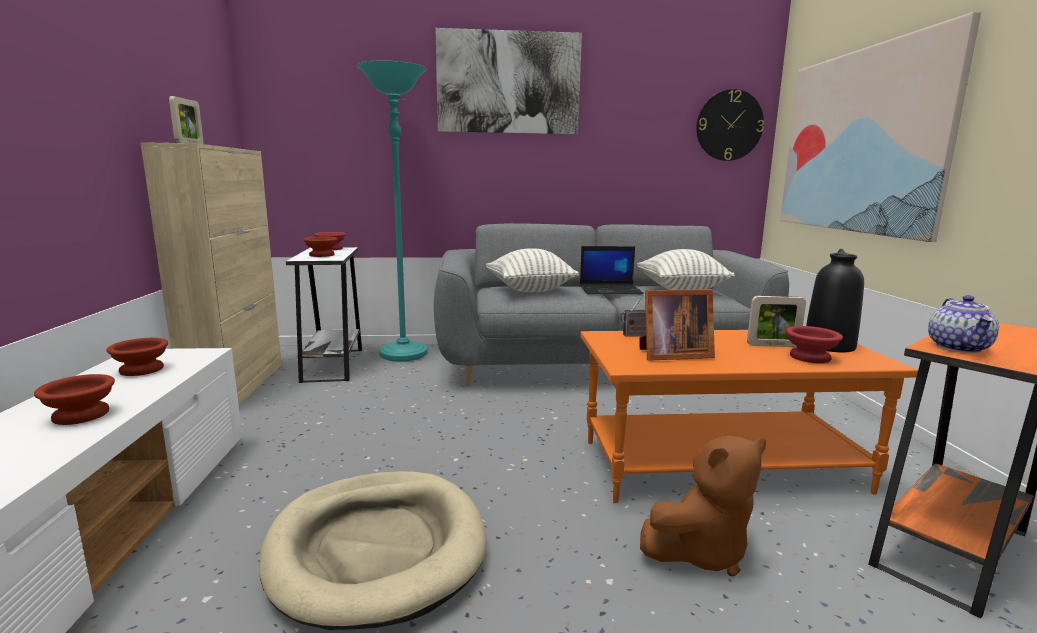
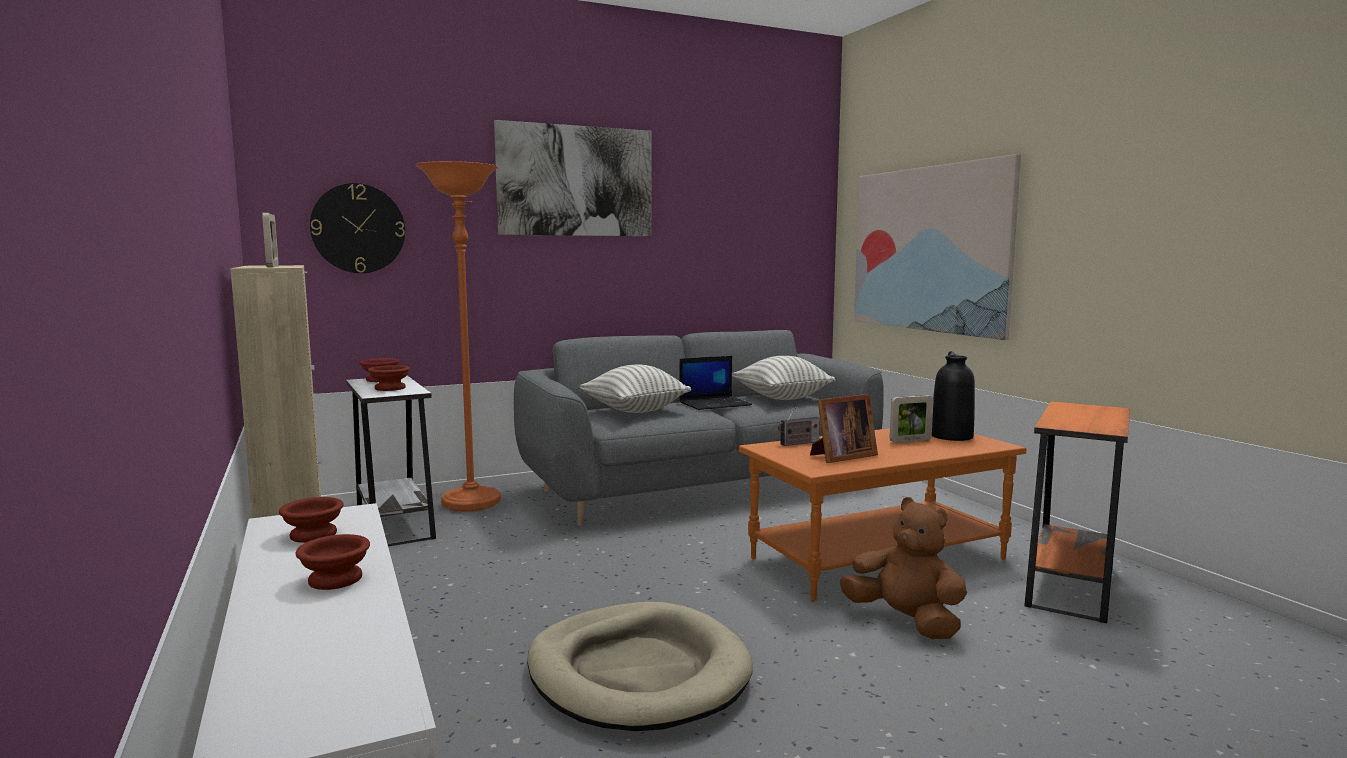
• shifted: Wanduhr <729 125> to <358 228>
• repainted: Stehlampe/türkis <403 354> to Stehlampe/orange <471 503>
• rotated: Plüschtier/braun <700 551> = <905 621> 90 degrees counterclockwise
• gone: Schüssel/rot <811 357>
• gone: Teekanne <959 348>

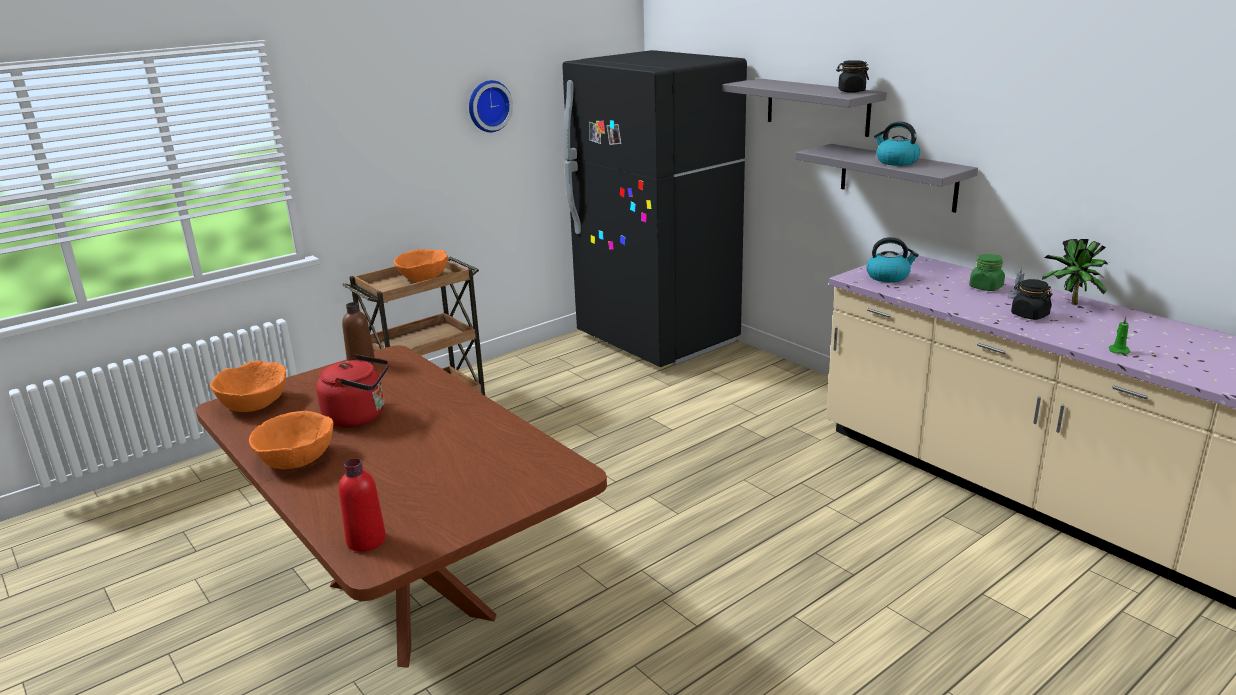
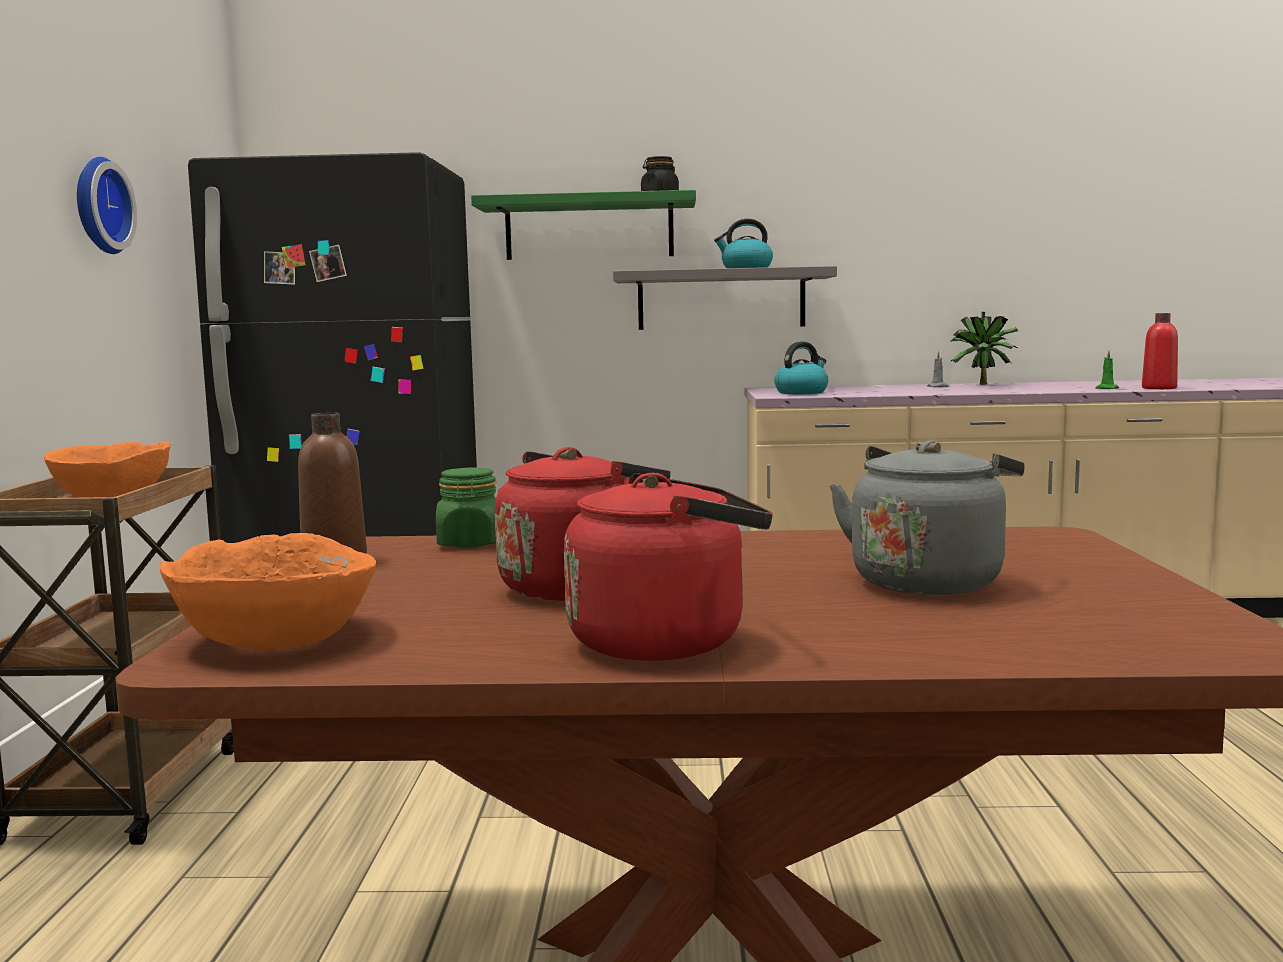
• shifted: Vorratsglas/grün <986 287> to <470 543>
• repainted: Wandregal/grau <817 106> to Wandregal/grün <589 229>
• swapped: Schüssel/orange <296 459> to Wasserkessel/rot <667 641>
• new: Wasserkessel/grau <928 581>
• shifted: Flasche/rot <366 540> to <1159 388>
• gone: Vorratsglas/schwarz <1029 315>

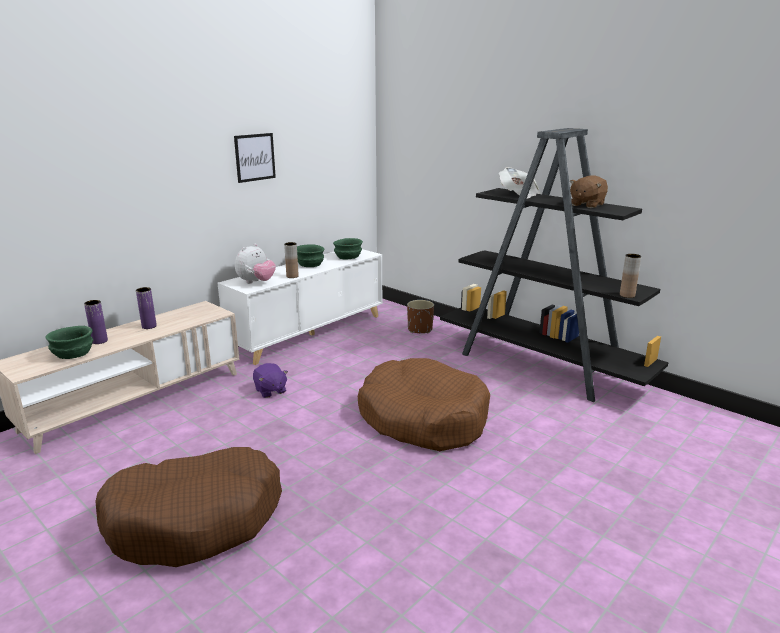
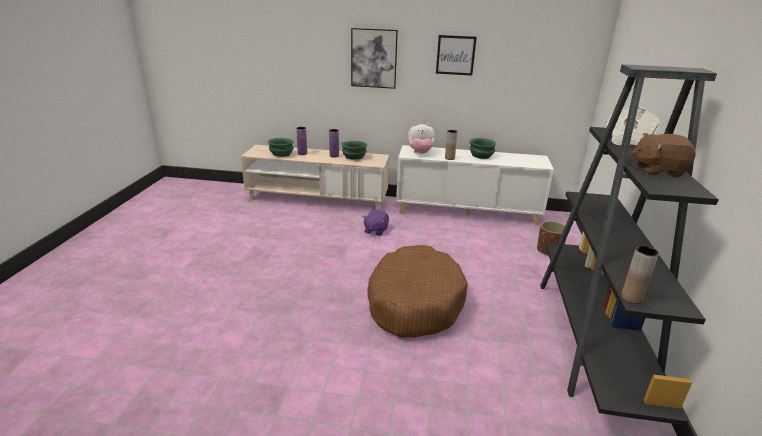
• shifted: Schüssel/grün <348 257> to <353 157>
• new: Bild <374 58>
• gone: Hundebett/braun <195 519>

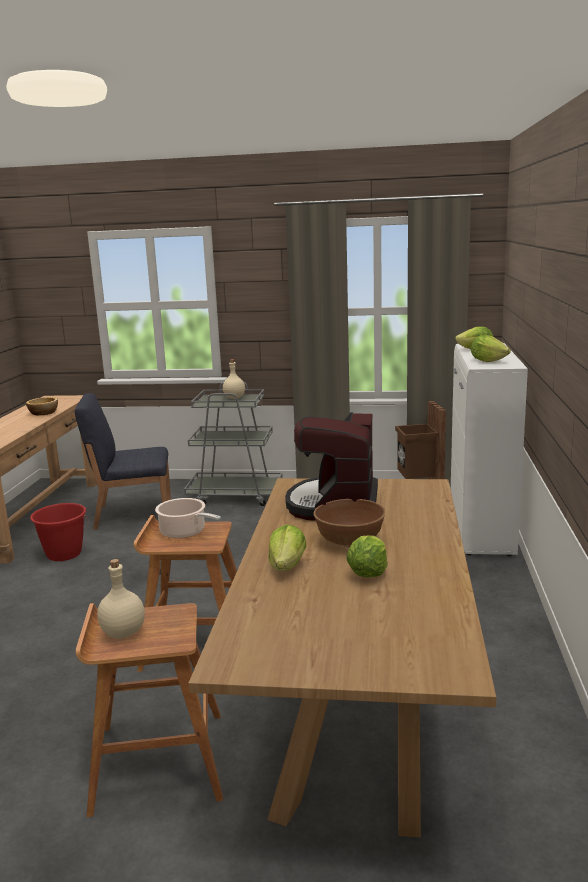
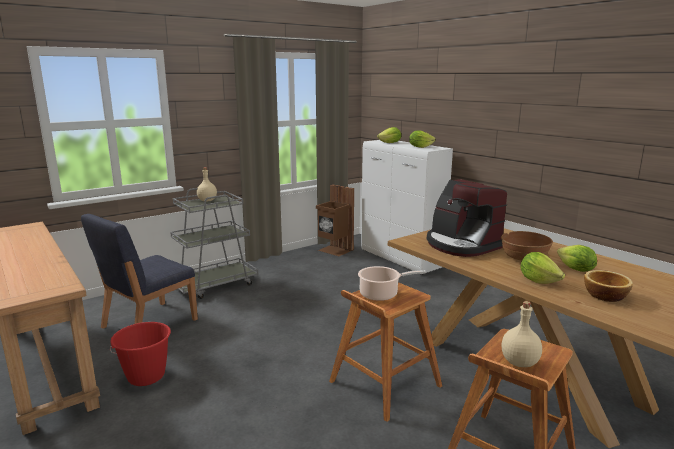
• shifted: Schüssel <44 413> to <604 295>

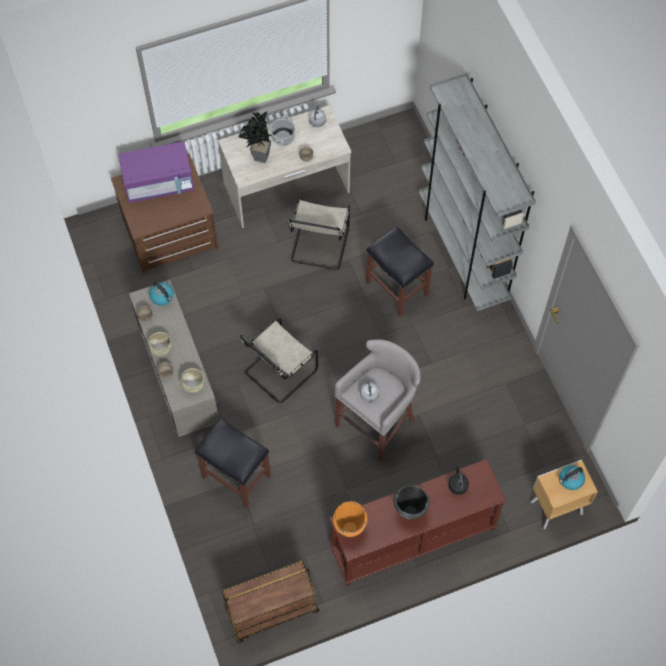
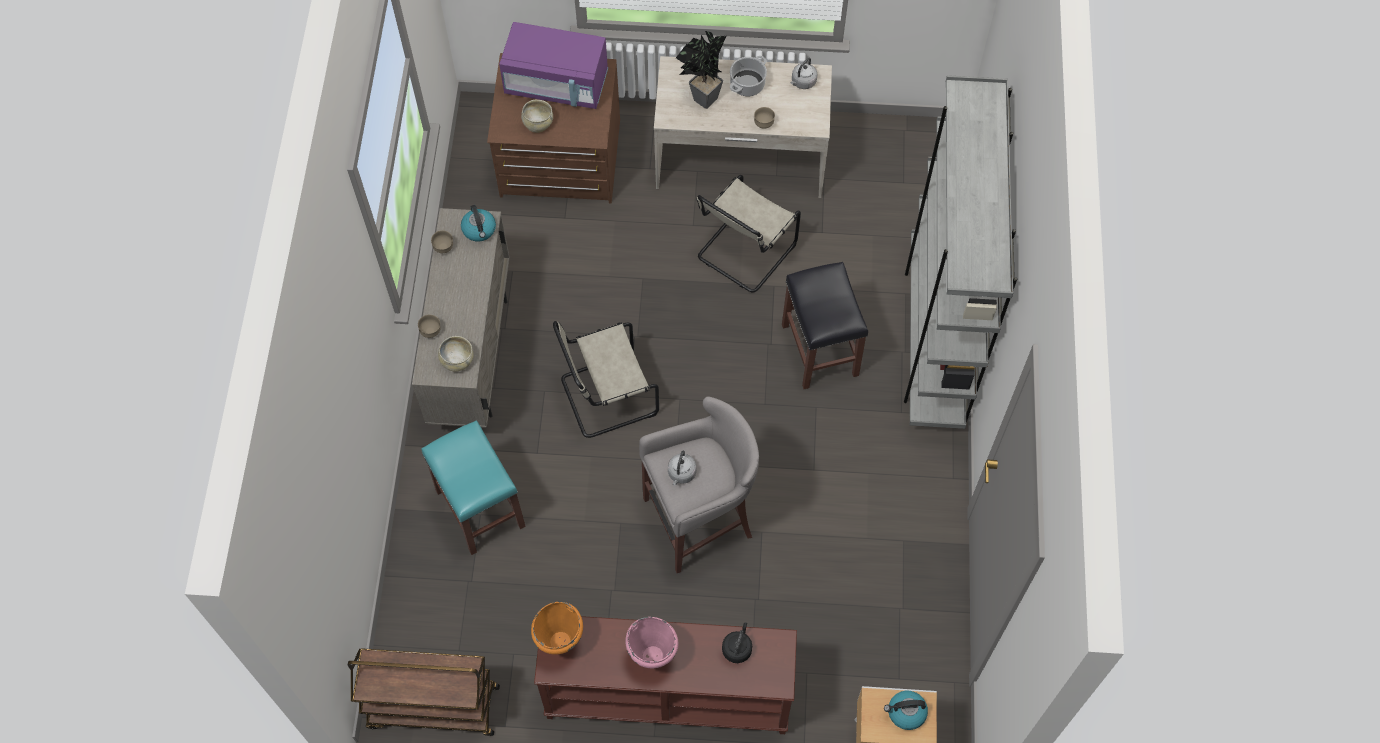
• repainted: Hocker/schwarz <235 476> to Hocker/türkis <479 508>
• shifted: Schüssel/beige <161 349> to <538 124>
• repainted: Kochtopf/schwarz <410 512> to Kochtopf/rosa <652 656>

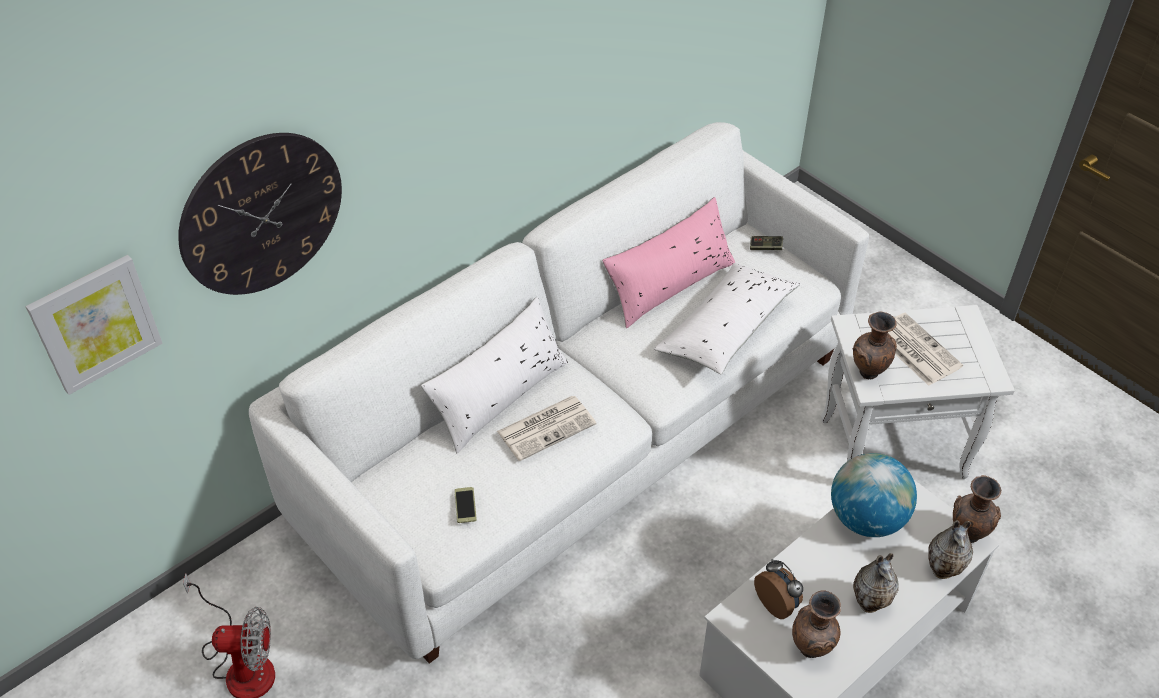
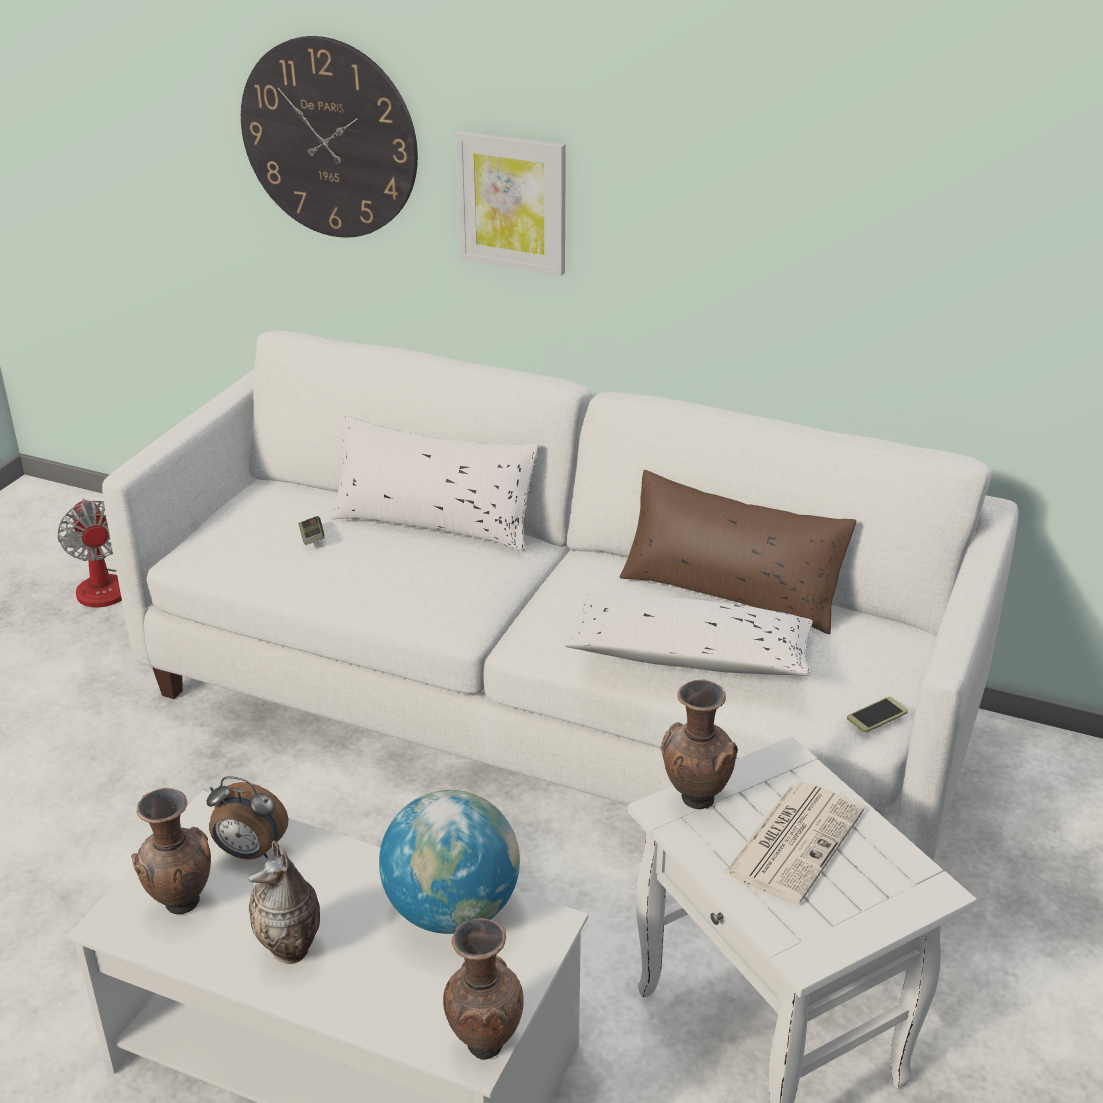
• rotated: Wecker <777 603> = <249 852> 75 degrees clockwise
• shifted: Gamepad <765 247> to <312 538>
• shifted: Bild <95 323> to <512 202>
• repainted: Kissen/rosa <669 285> to Kissen/braun <731 591>
• shifted: Handy <465 505> to <877 715>
• gone: Zeitung <547 427>
• gone: Vase <944 569>

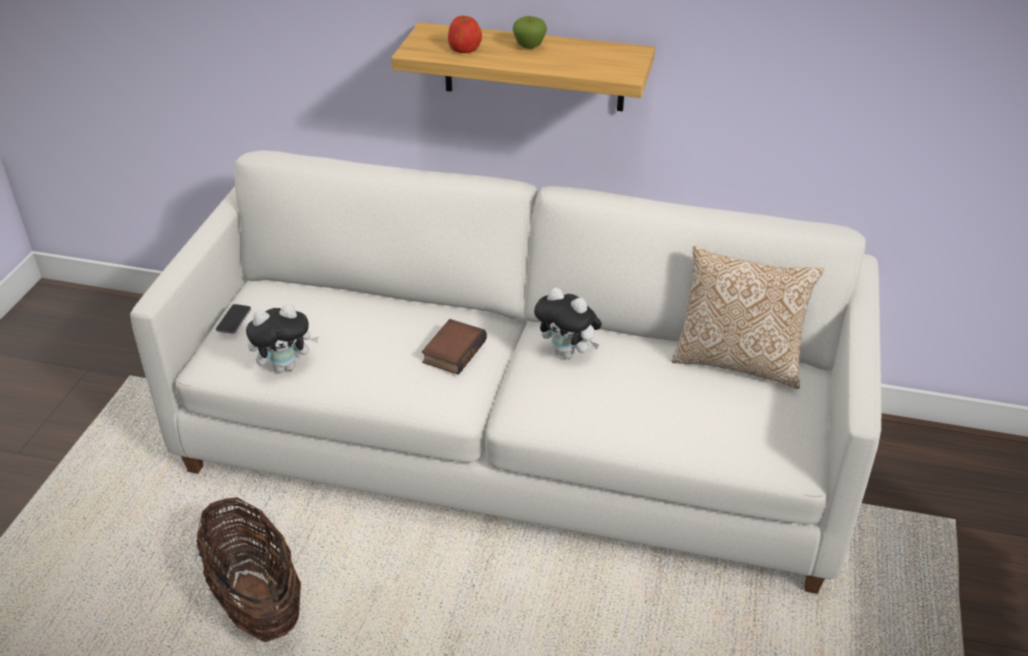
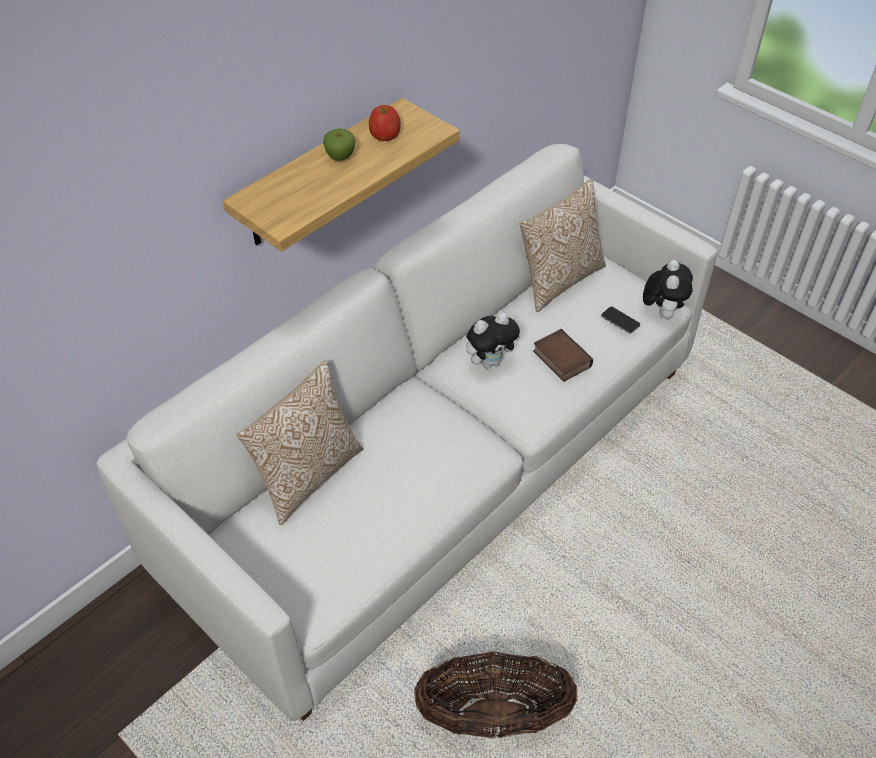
• new: Kissen <308 475>
• shifted: Apfel <464 48> to <385 134>
• shifted: Buch <453 350> to <560 359>
• shifted: Handy <234 320> to <620 321>
• shifted: Plüschtier <286 366> to <662 312>

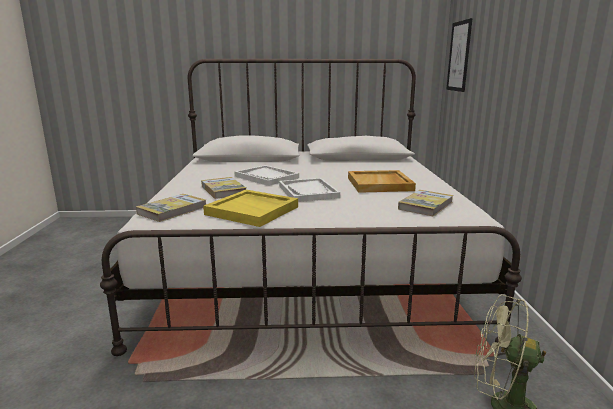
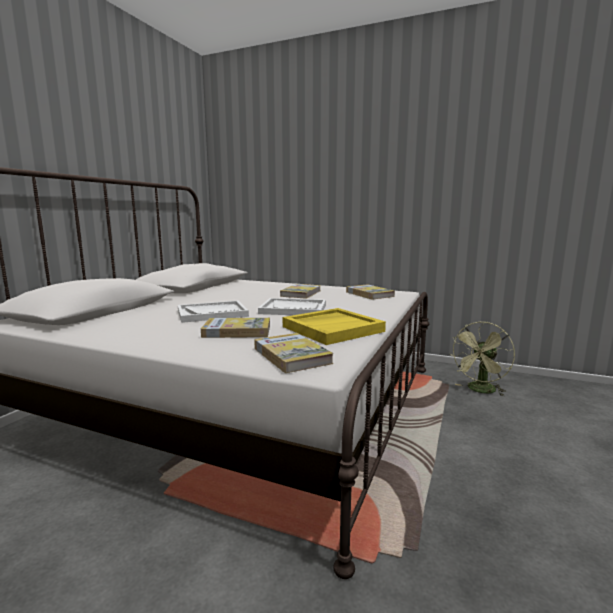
• swapped: Tablett/beige <380 184> to Buch <301 293>
• gone: Bild <459 56>

